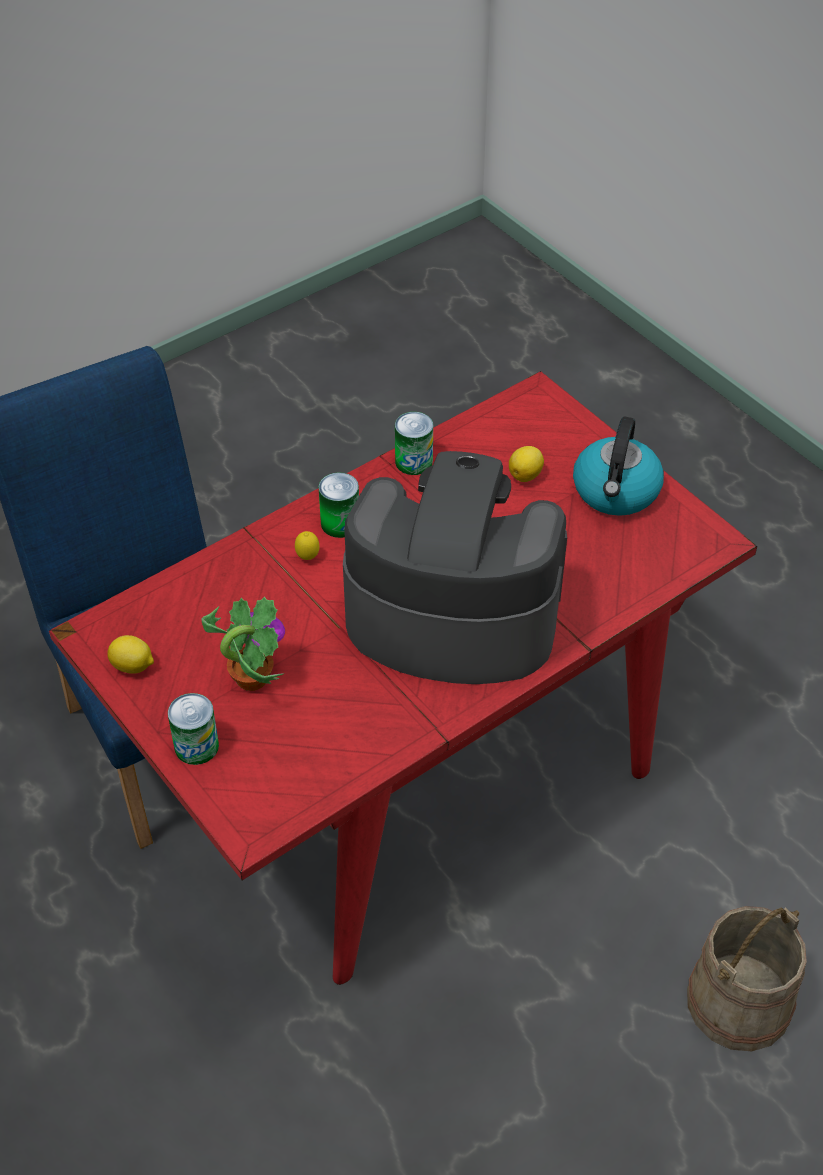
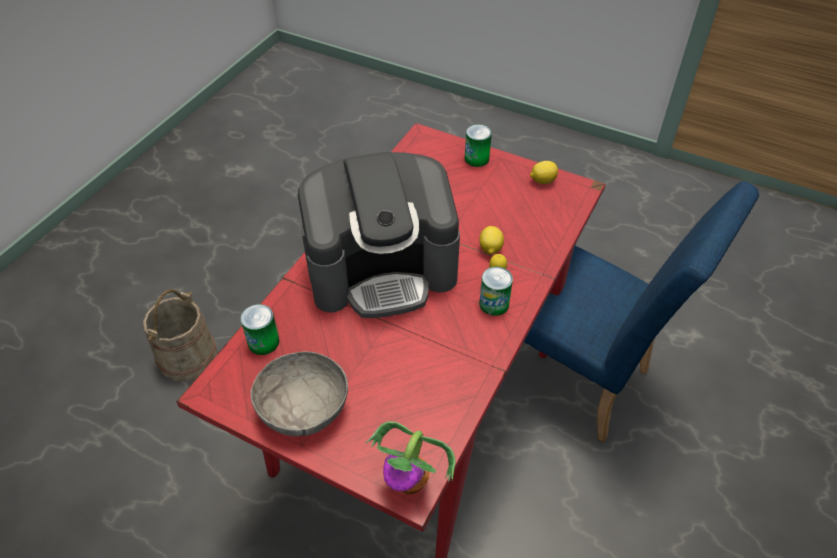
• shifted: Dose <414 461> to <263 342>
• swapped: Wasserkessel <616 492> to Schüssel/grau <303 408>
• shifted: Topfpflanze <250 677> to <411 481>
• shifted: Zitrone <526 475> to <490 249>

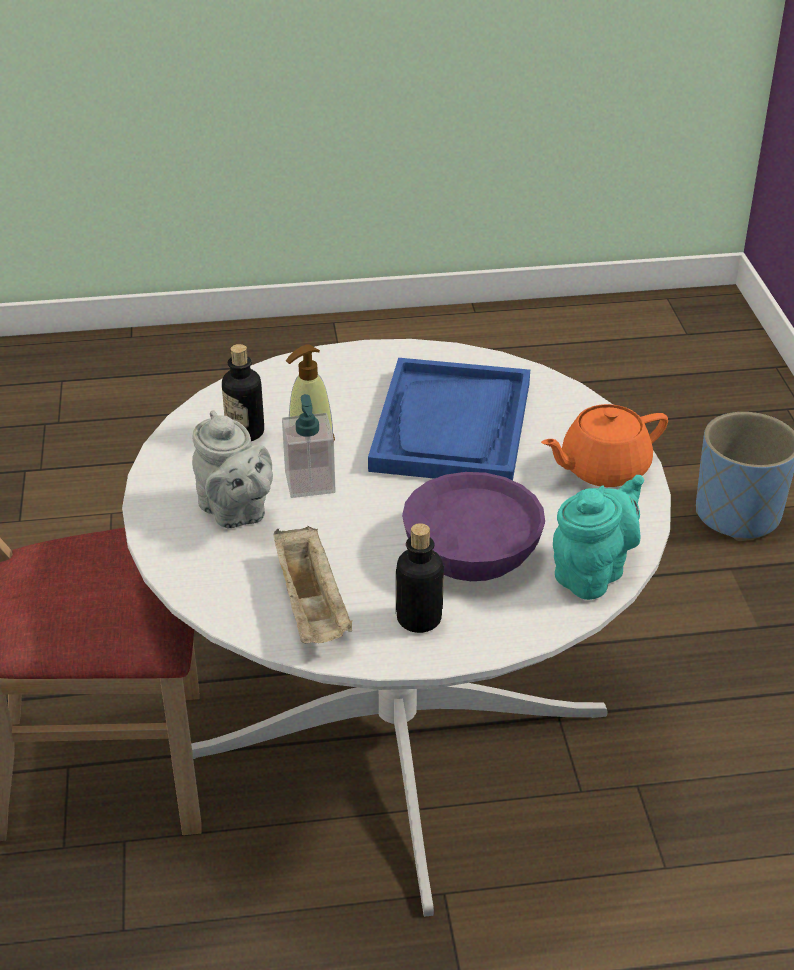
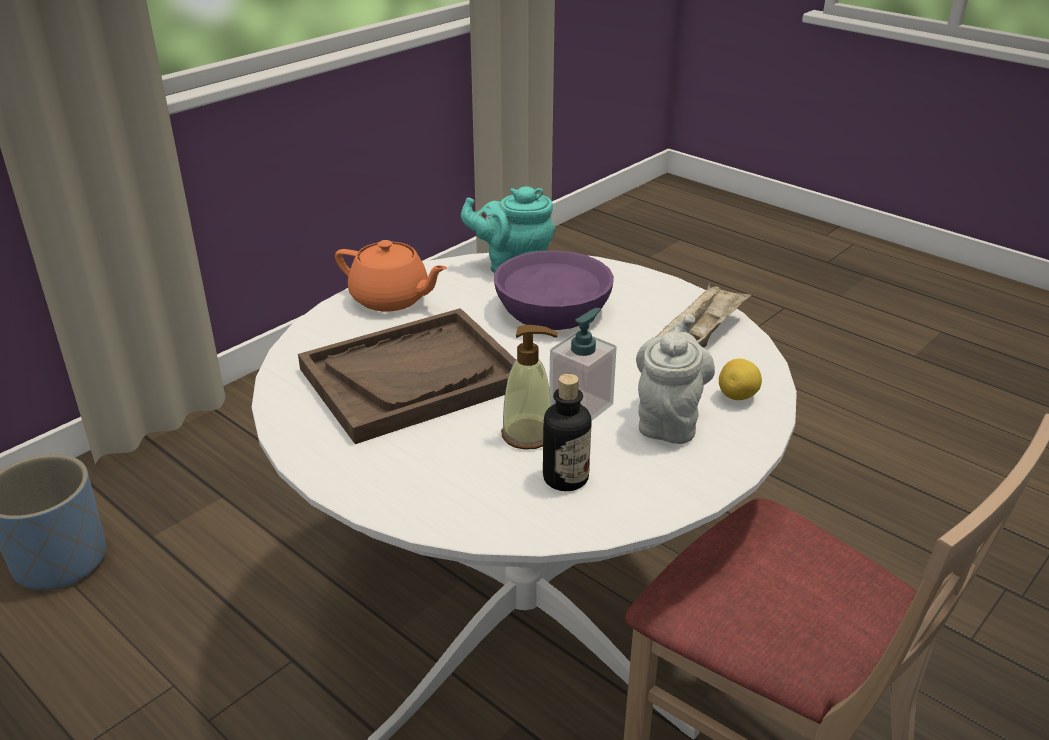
• repainted: Tablett/blau <452 426> to Tablett/braun <413 377>
• new: Zitrone <738 397>
• gone: Flasche <419 619>

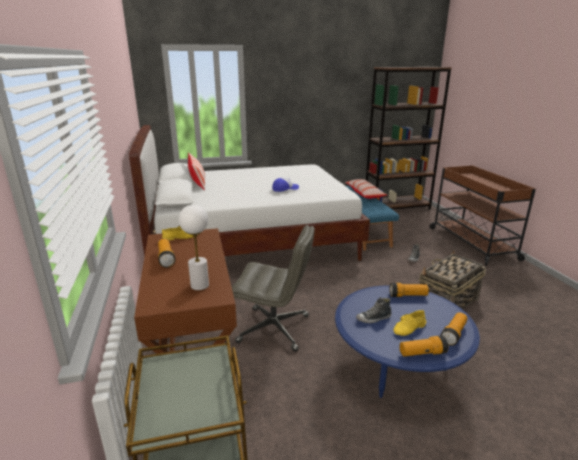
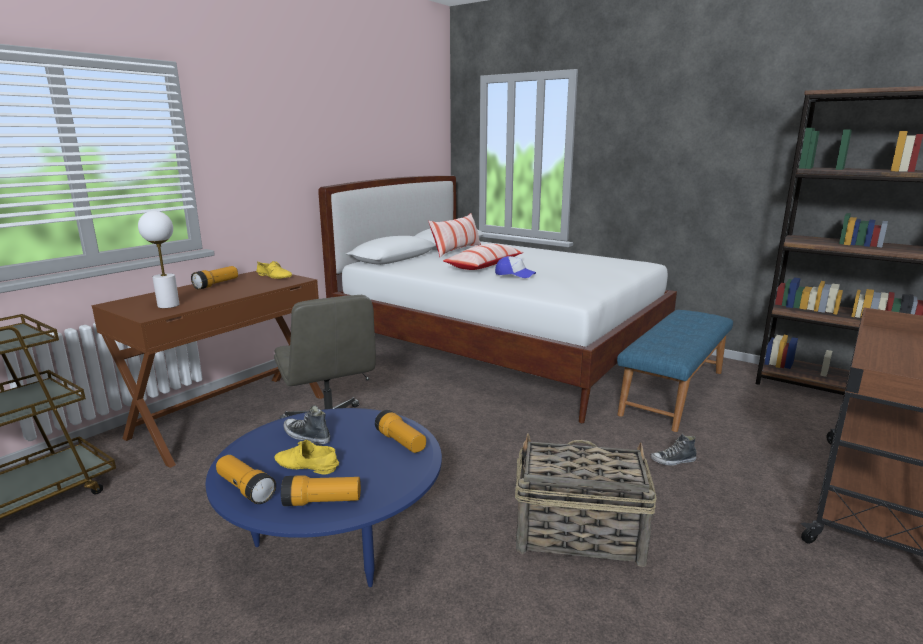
• shifted: Kissen <364 194> to <484 266>

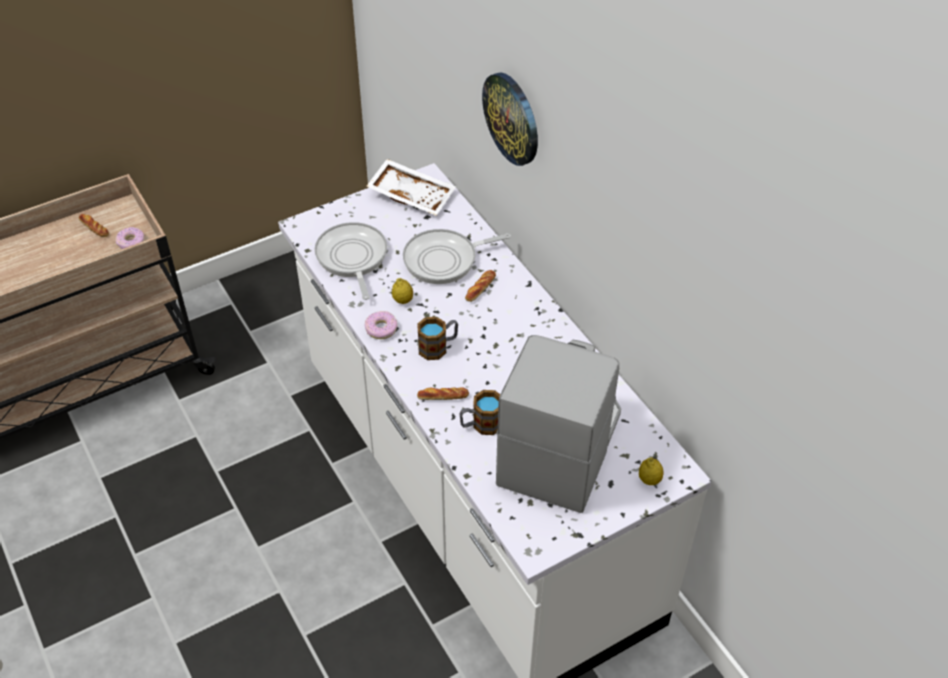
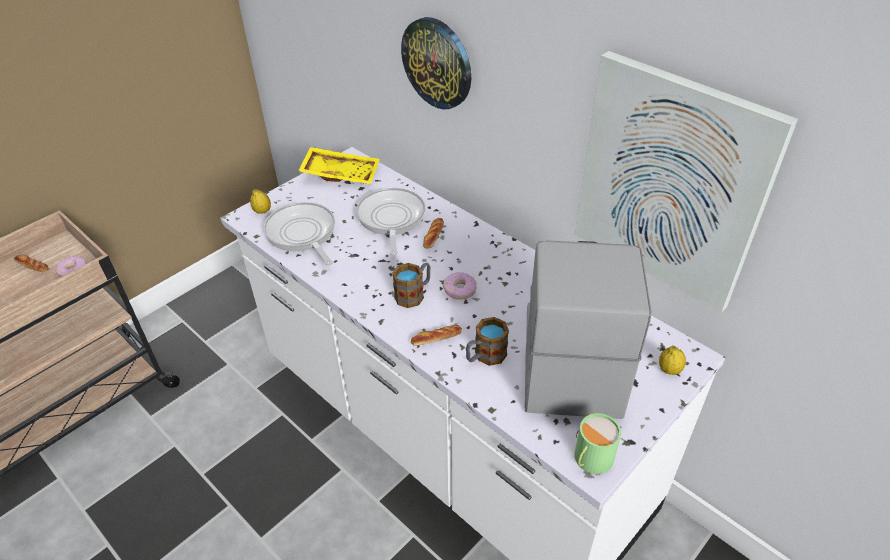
• shifted: Zitrone <403 300> to <262 211>
• repainted: Tablett/weiß <412 194> to Tablett/gelb <341 173>
• rotated: Pfanne <445 260> = <391 219> 120 degrees clockwise
• shifted: Donut <381 329> to <459 290>
• new: Henkelbecher/grün <590 459>
• new: Bild <670 183>

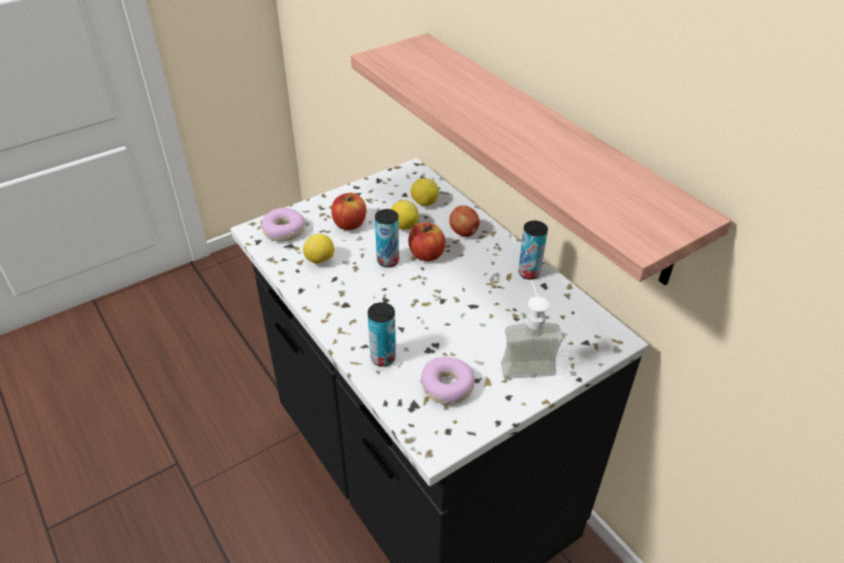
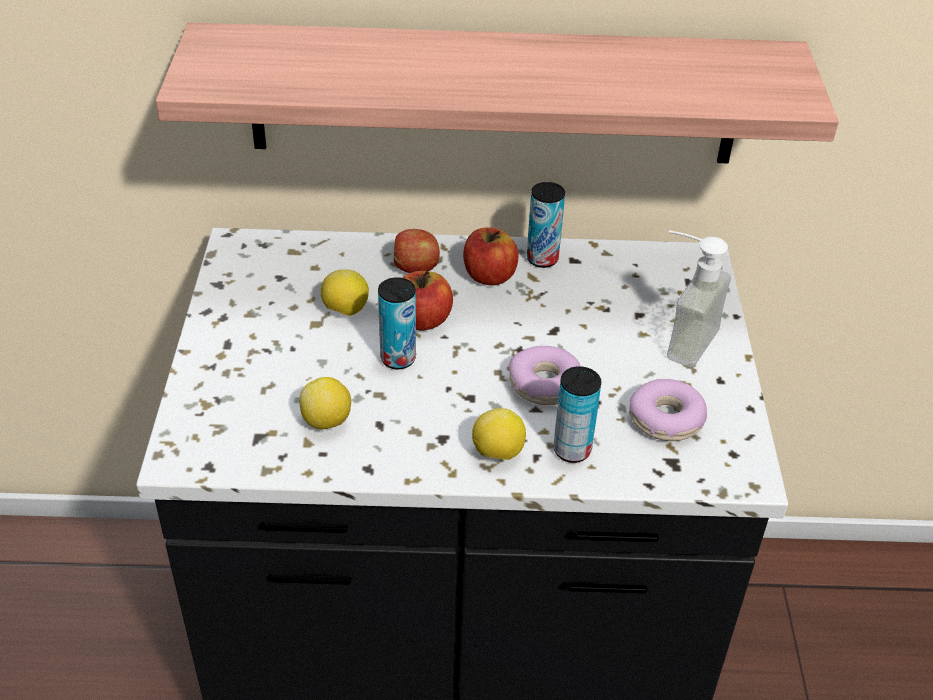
• shifted: Apfel <349 224> to <489 276>
• shifted: Zitrone <424 203> to <497 453>
• shifted: Donut <283 231> to <545 385>

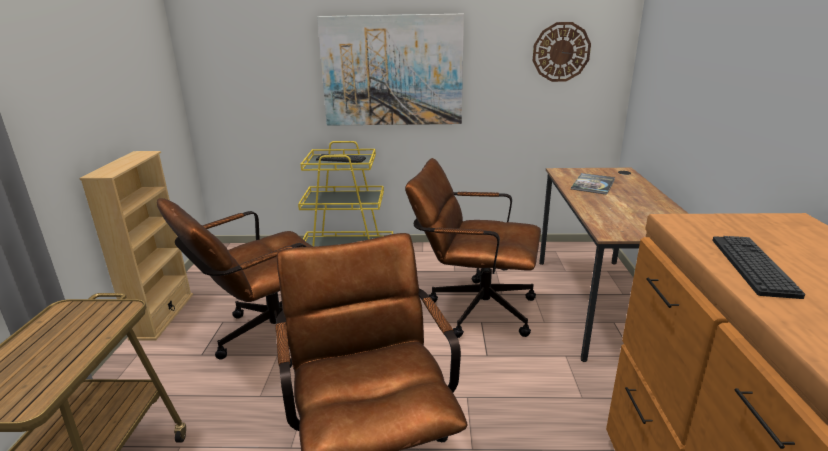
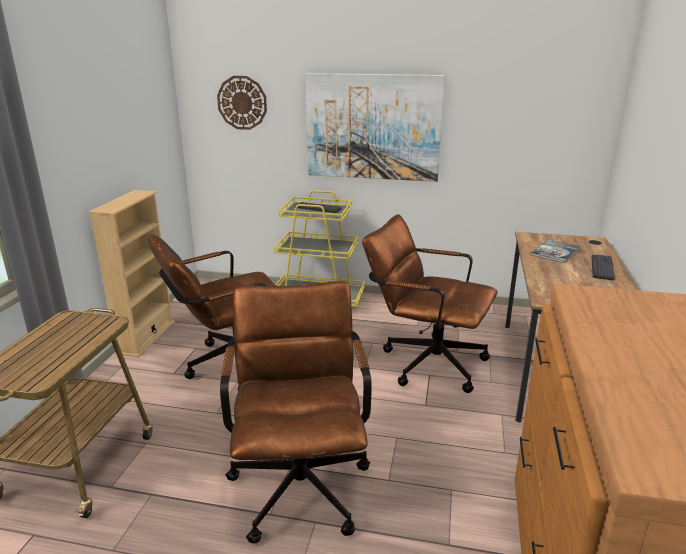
• shifted: Wanduhr <561 52> to <242 103>
• shifted: Tastatur <753 266> to <602 267>

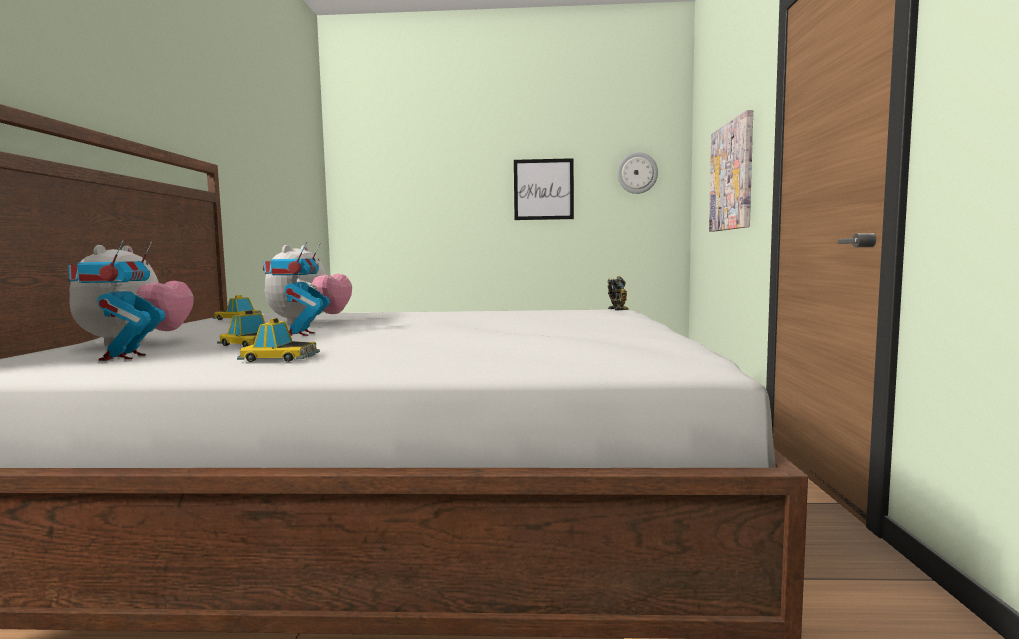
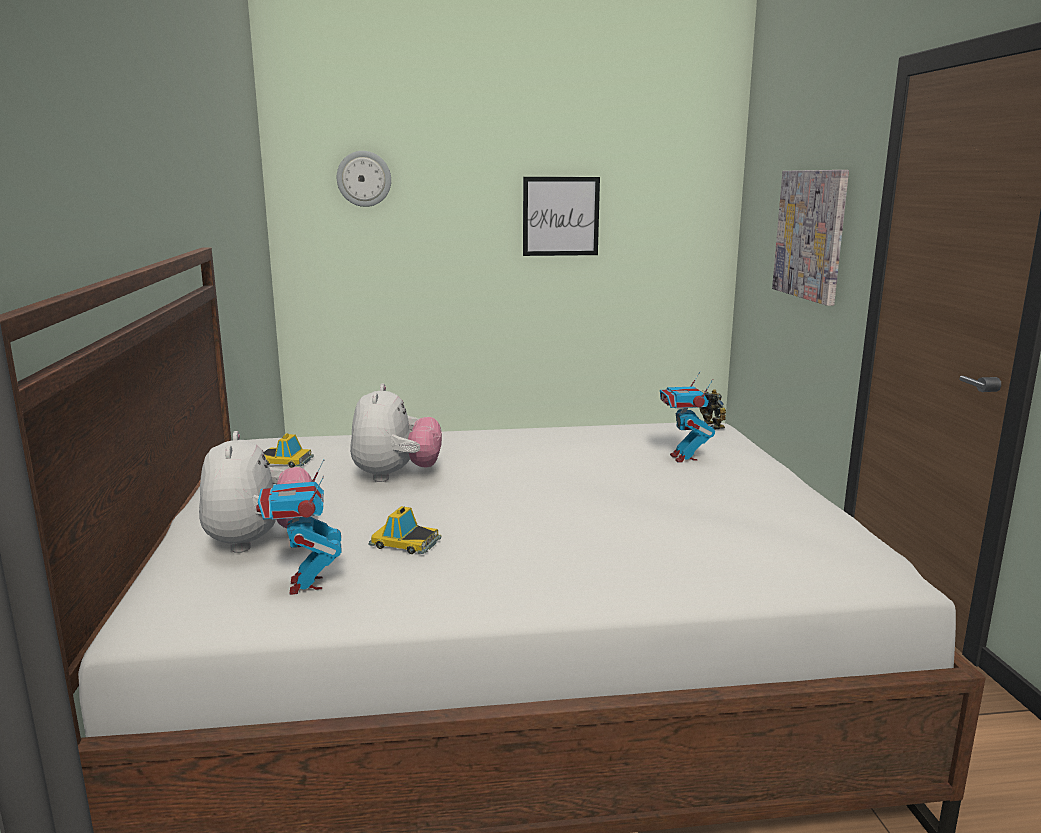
• shifted: Wanduhr <637 173> to <364 179>
• shifted: Spielzeugroboter <299 334> to <683 458>
• gone: Spielzeugauto <280 357>

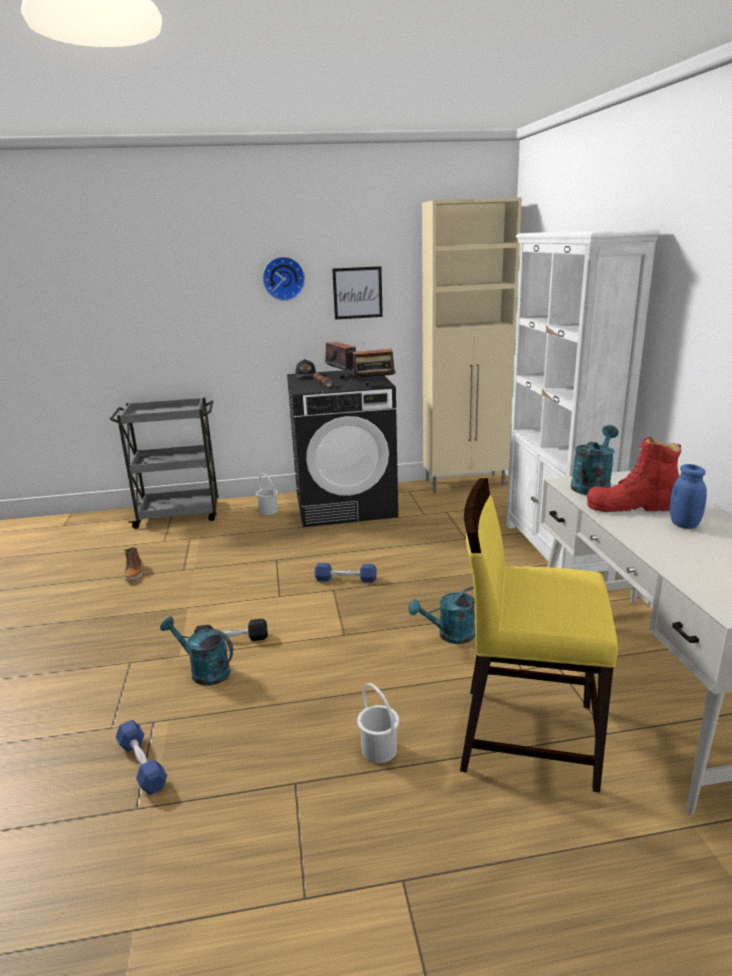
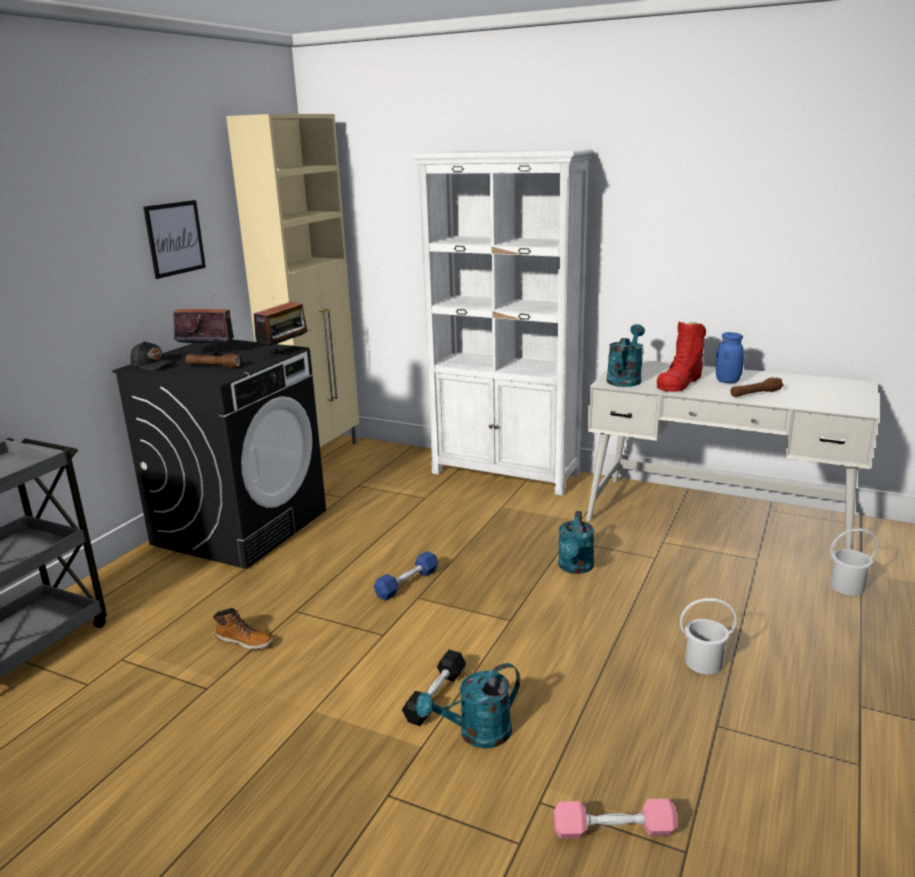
• shifted: Stiefel <134 573> to <245 641>
• repainted: Hantel/blau <142 764> to Hantel/rosa <614 830>
• rotated: Gießkanne/türkis <592 485> = <625 379> 45 degrees clockwise
• new: Taschenlampe/braun <755 394>
• shifted: Eimer/weiß <268 511> to <846 586>
• gone: Wanduhr <283 278>
• gone: Stuhl/gelb <526 734>

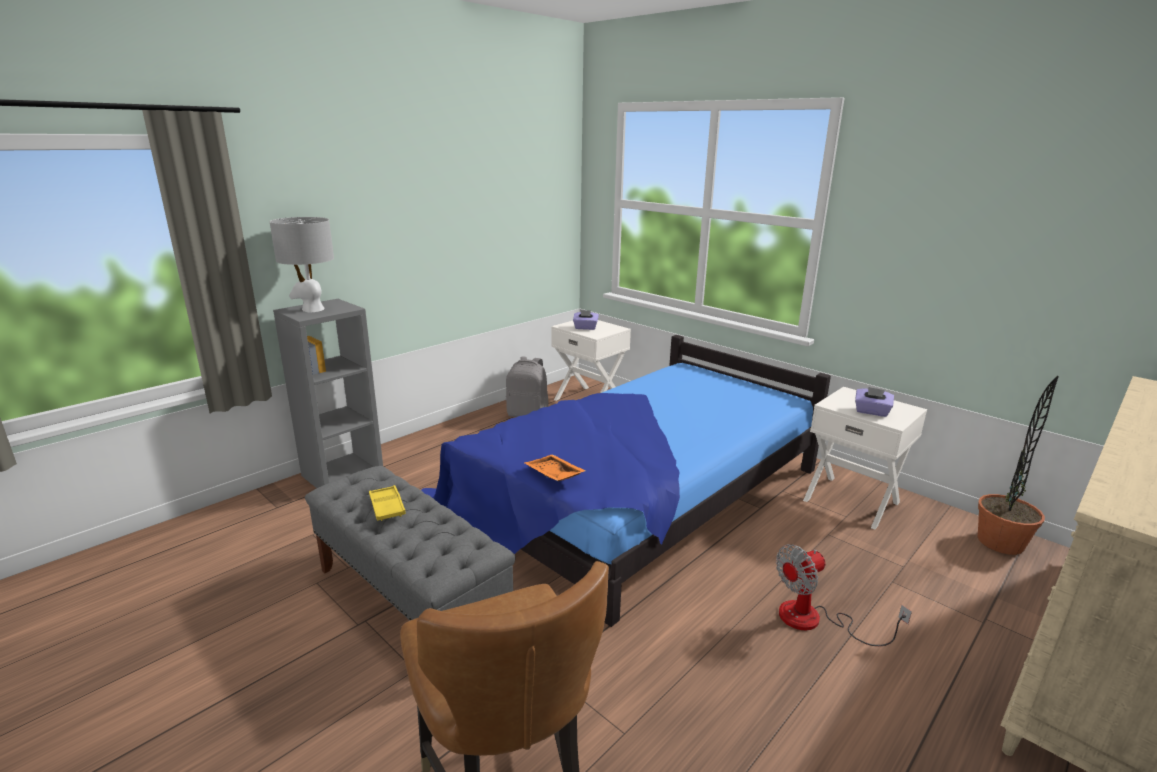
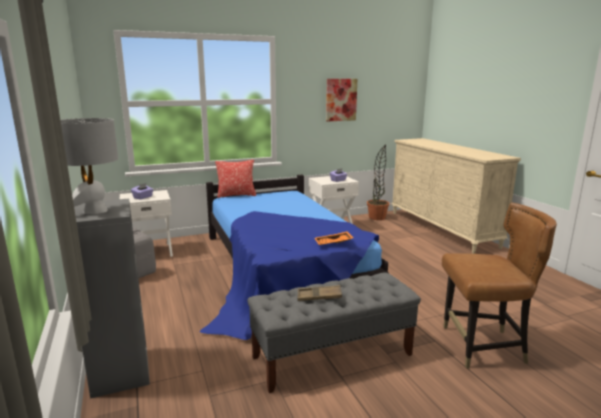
• new: Kissen <236 195>
• repainted: Tablett/gelb <387 507> to Tablett/braun <319 296>
• new: Bild <341 100>
• gone: Ventilator <815 620>

